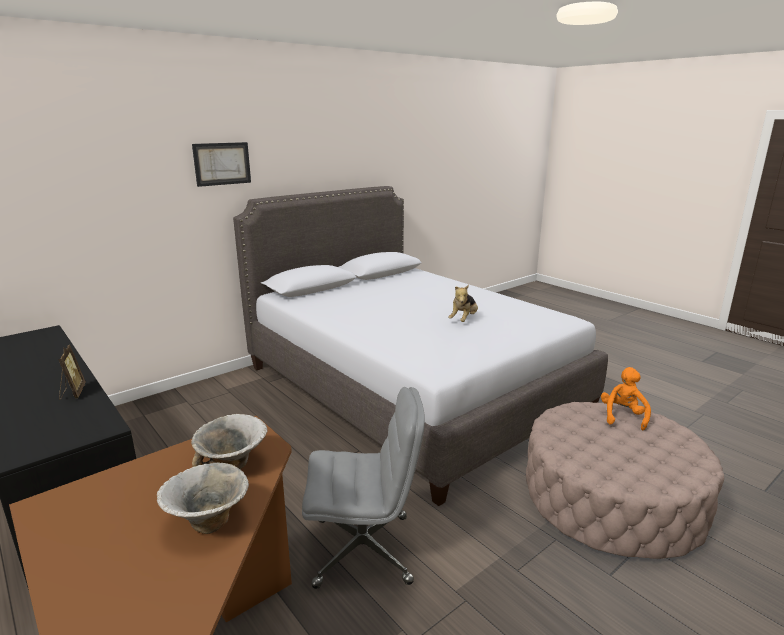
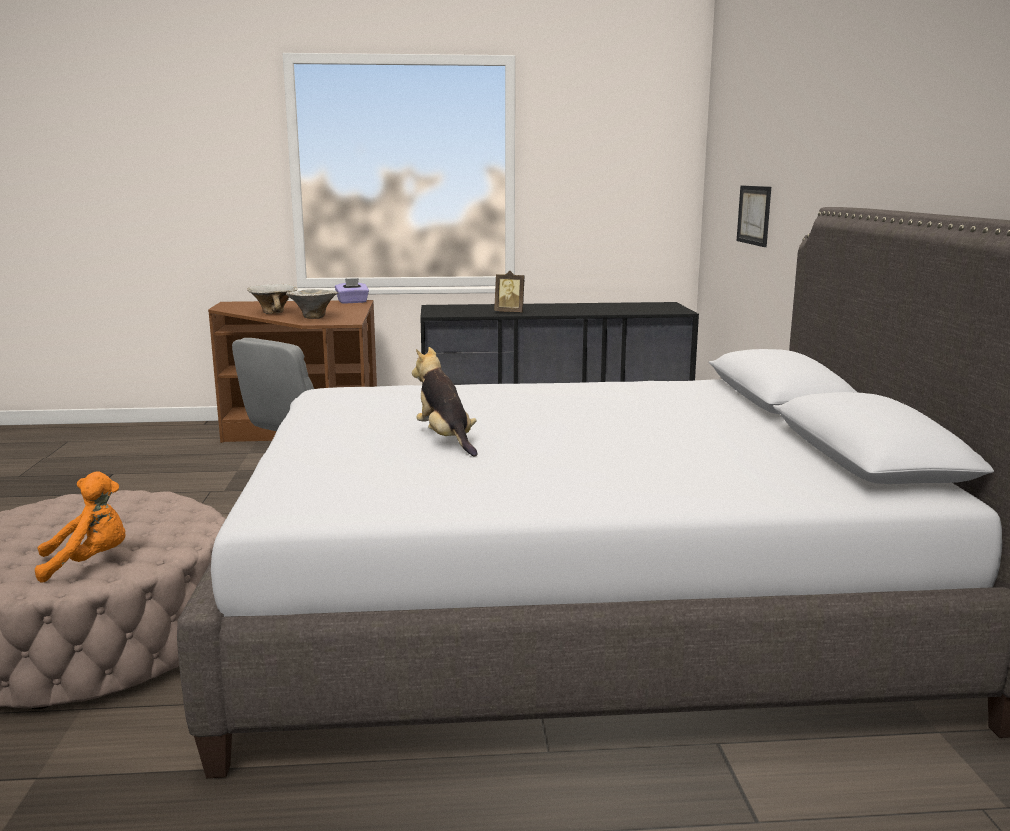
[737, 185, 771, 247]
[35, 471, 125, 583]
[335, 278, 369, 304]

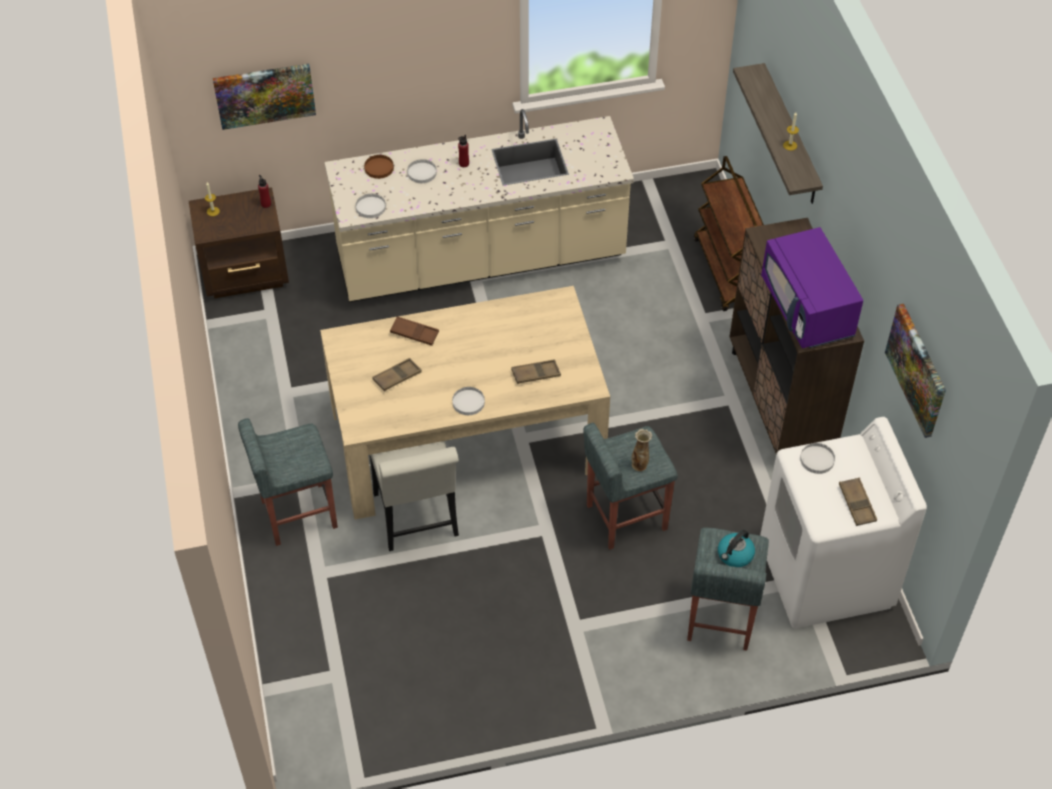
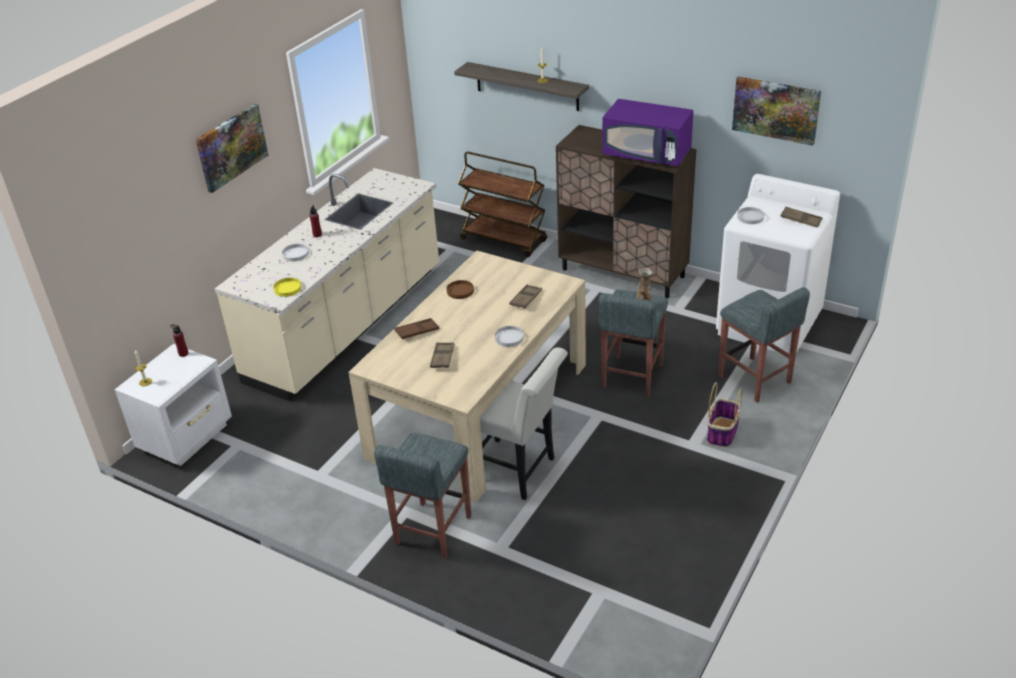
[196, 104, 268, 193]
[447, 280, 474, 299]
[115, 344, 232, 466]
[273, 278, 302, 297]
[718, 530, 755, 567] (first image)
[707, 382, 743, 447]

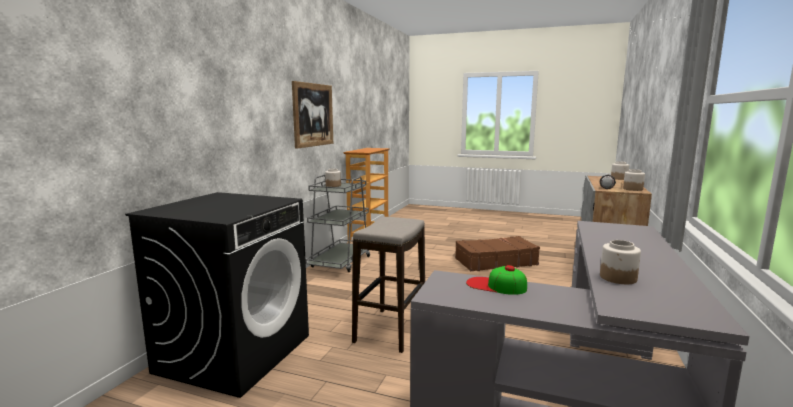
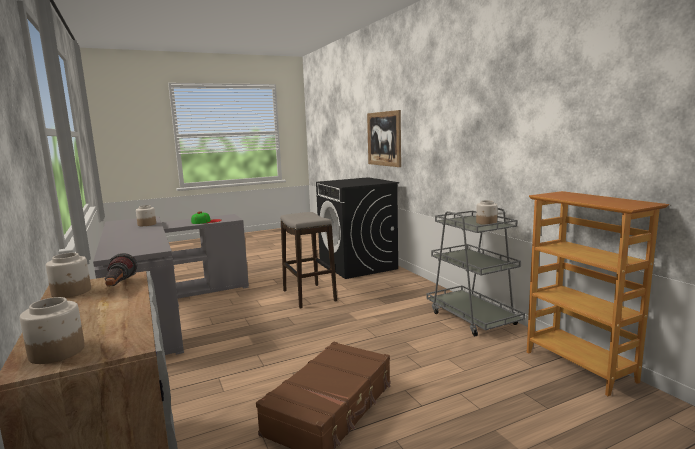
[367, 110, 401, 167]

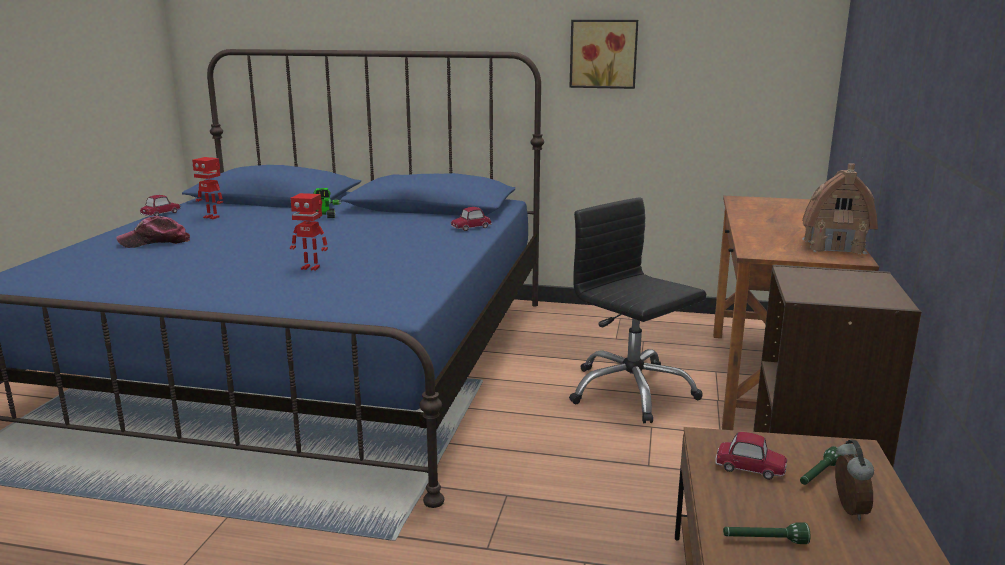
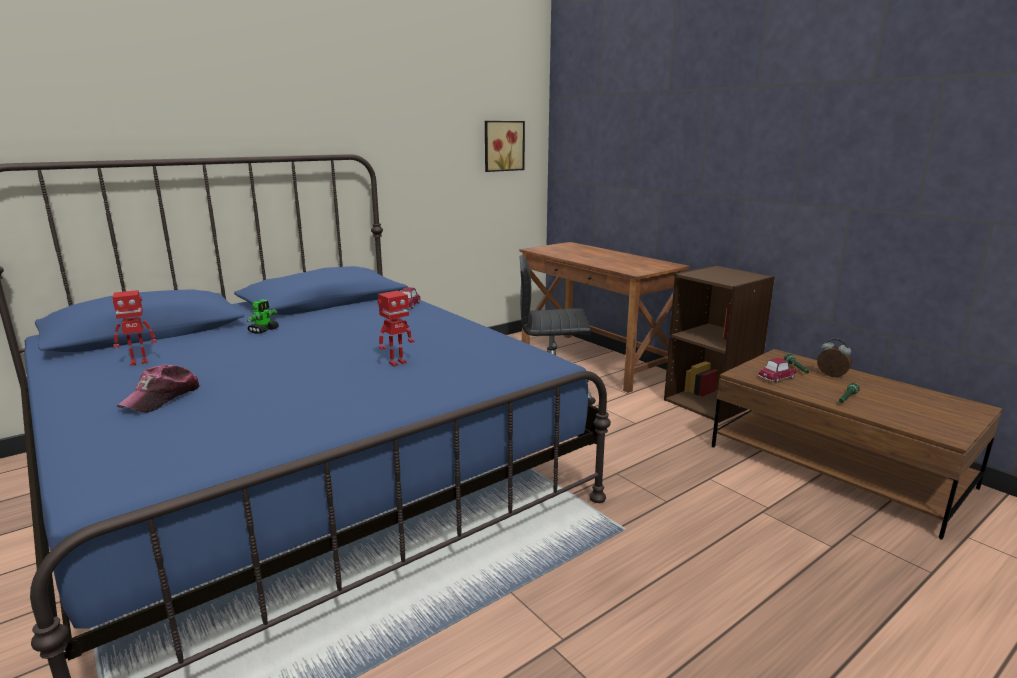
[485, 121, 525, 172]
[802, 163, 878, 254] (first image)
[140, 195, 180, 216] (first image)

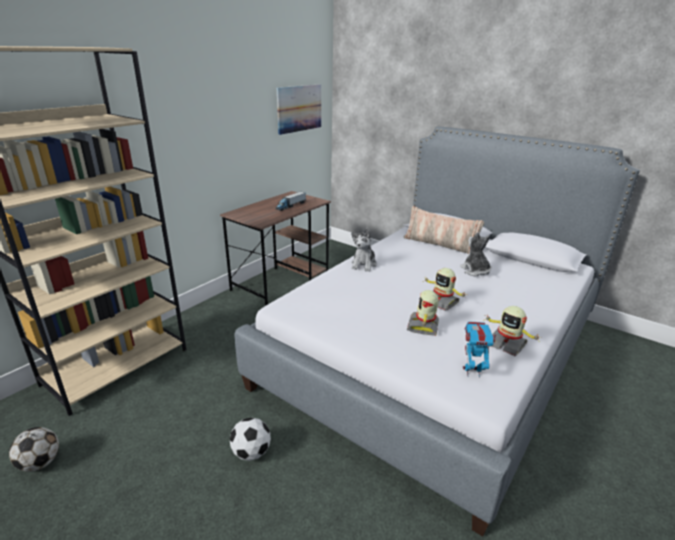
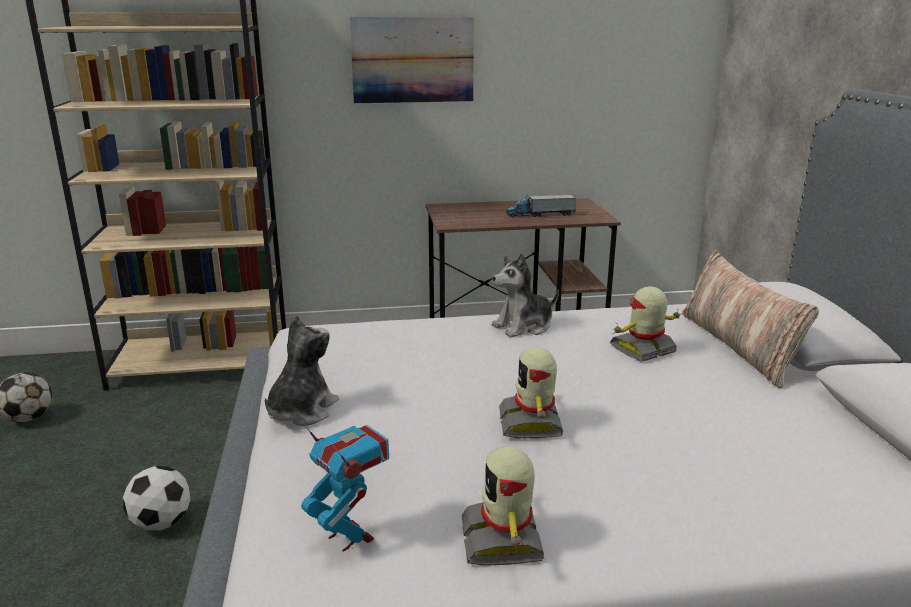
[350, 17, 474, 103]
[265, 314, 339, 426]
[610, 286, 683, 362]

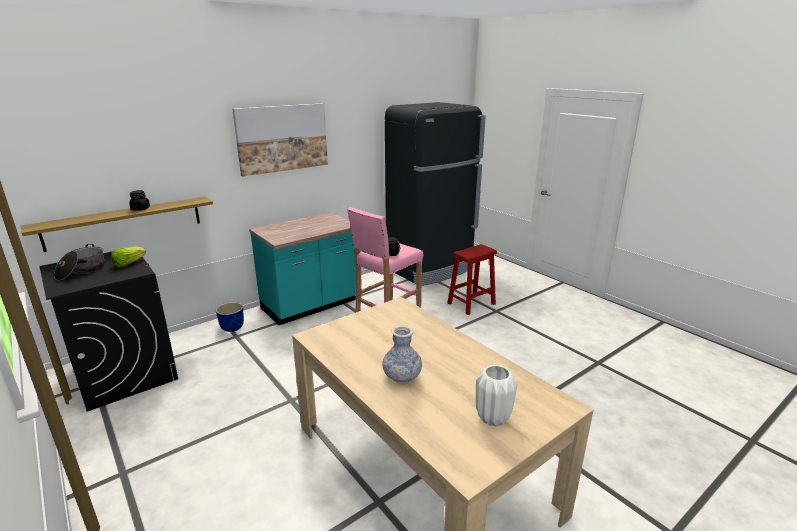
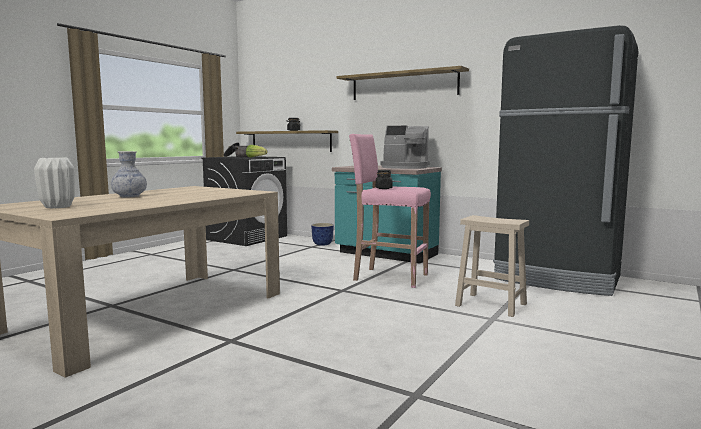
[337, 66, 469, 100]
[455, 215, 529, 317]
[380, 126, 430, 169]

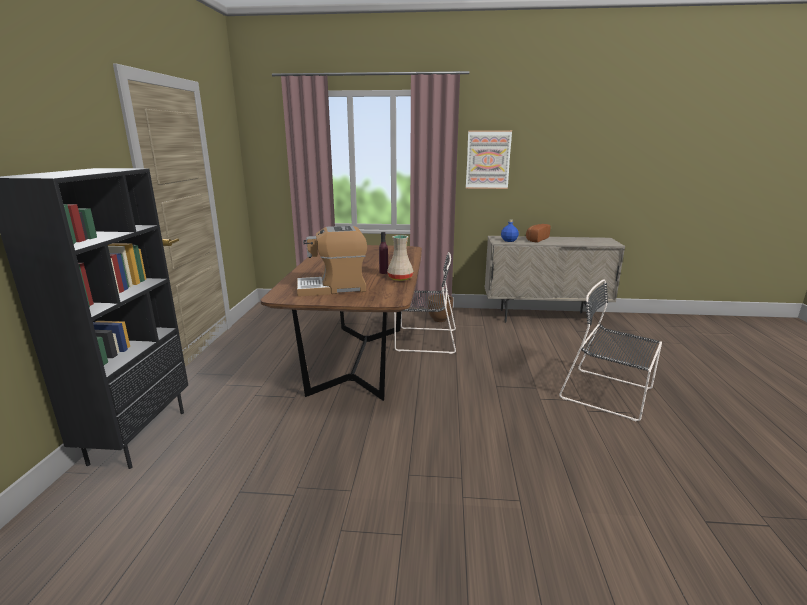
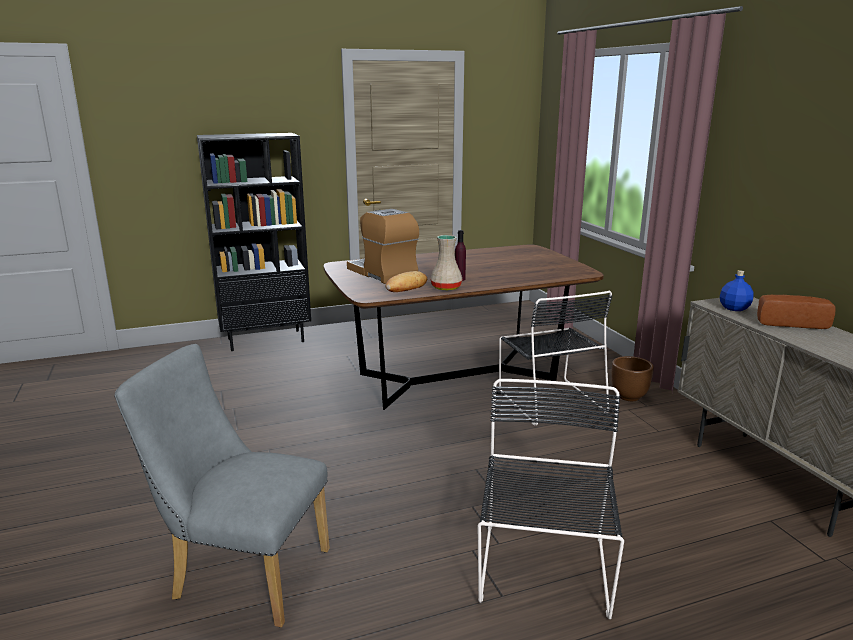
[466, 130, 512, 189] (first image)
[386, 271, 427, 292]
[114, 344, 330, 627]

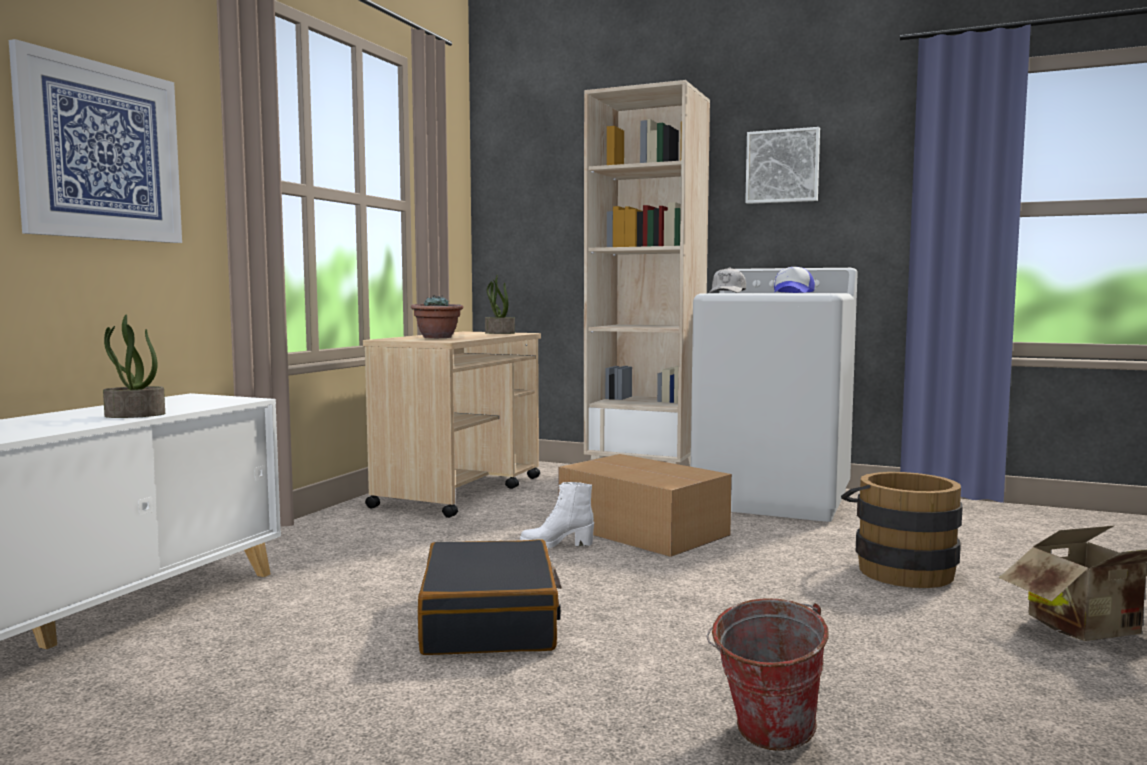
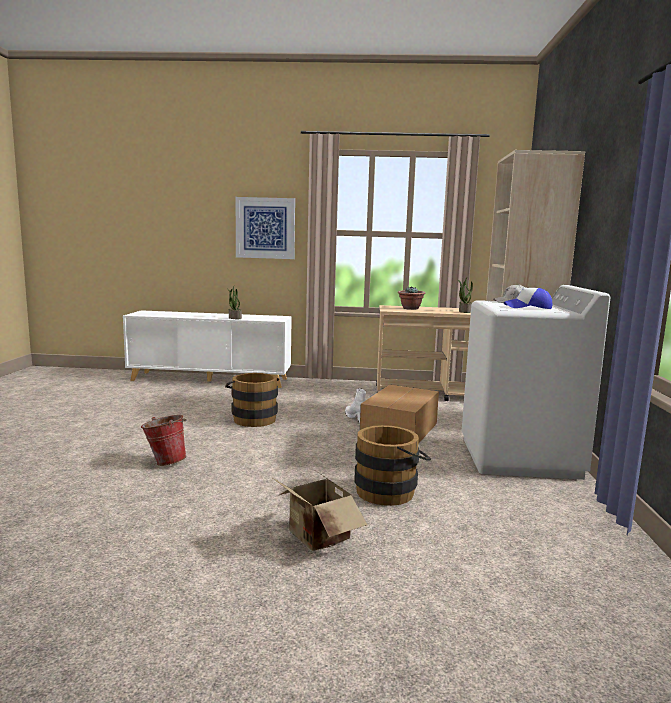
[745, 127, 820, 204] (first image)
[225, 373, 279, 427]

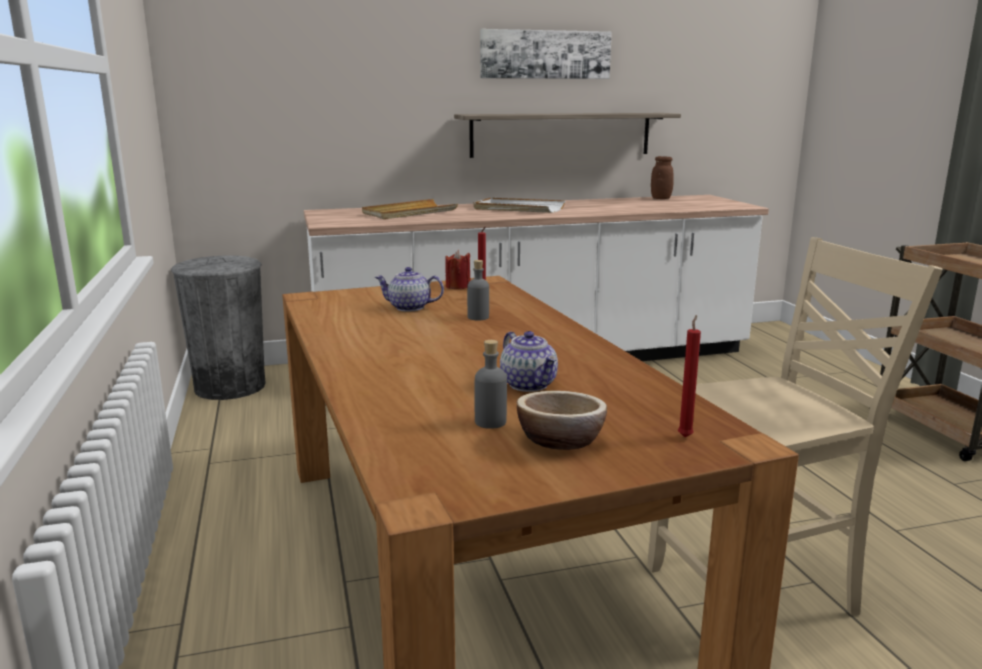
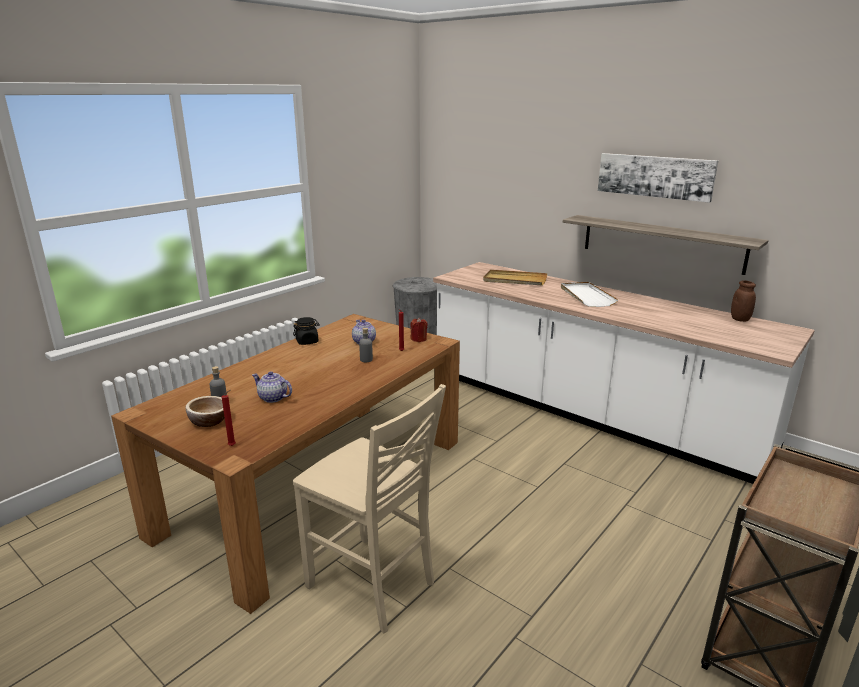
[252, 371, 292, 403]
[293, 317, 320, 345]

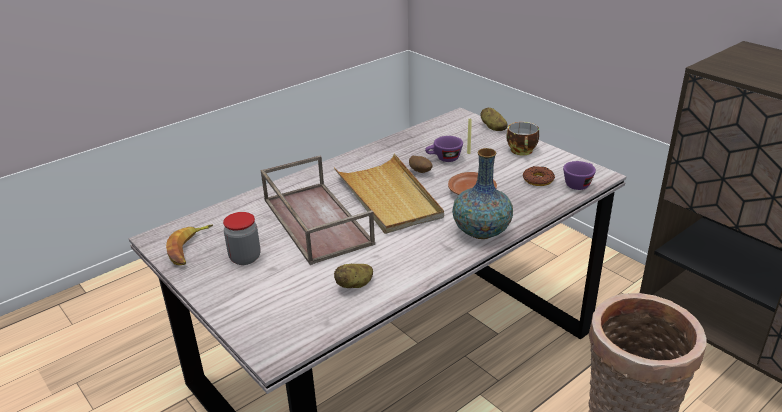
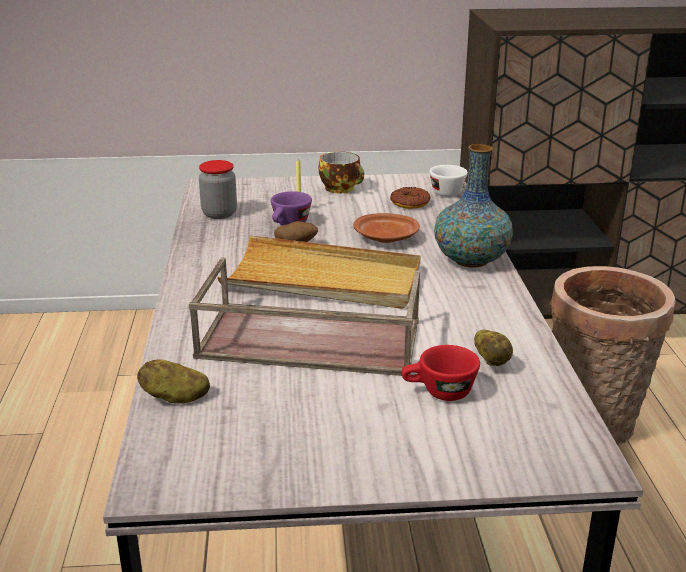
[137, 360, 210, 404]
[429, 165, 468, 197]
[199, 160, 237, 219]
[166, 225, 213, 265] (first image)
[401, 345, 480, 401]

